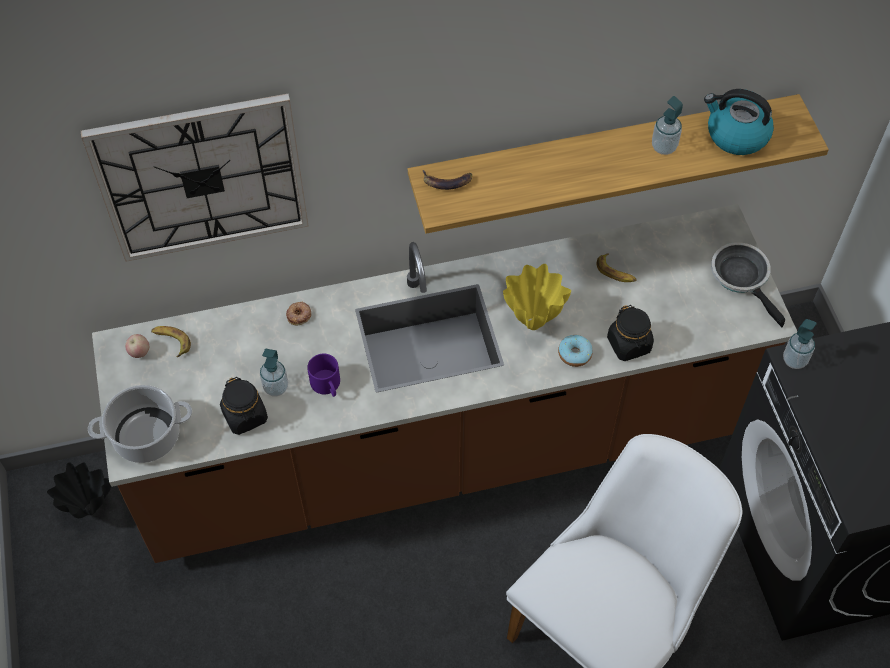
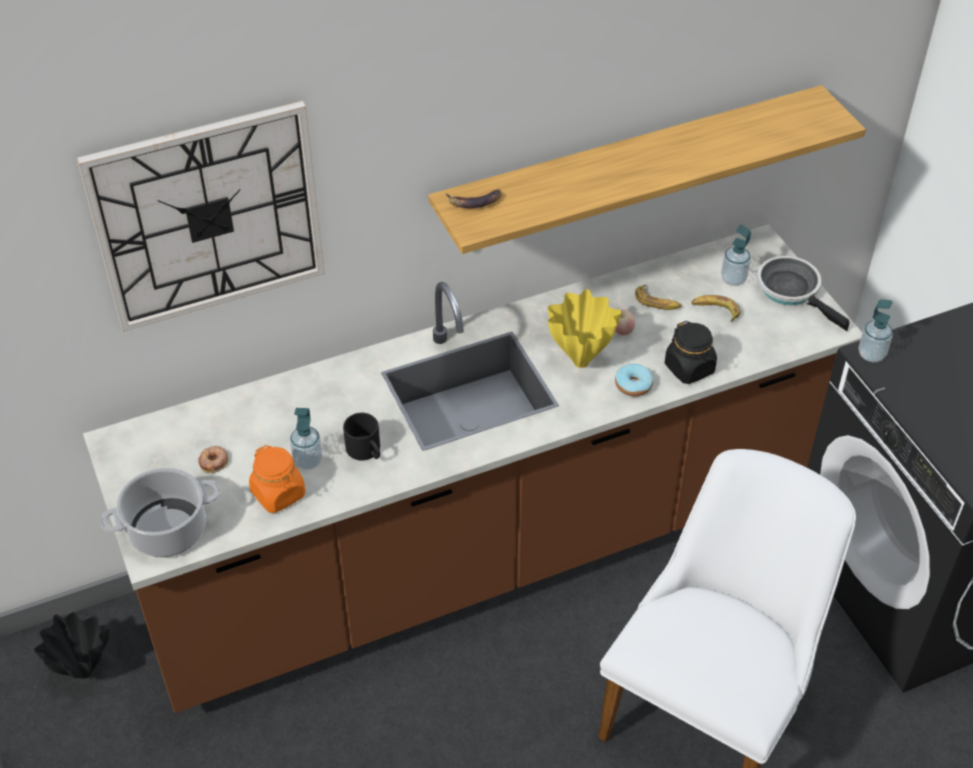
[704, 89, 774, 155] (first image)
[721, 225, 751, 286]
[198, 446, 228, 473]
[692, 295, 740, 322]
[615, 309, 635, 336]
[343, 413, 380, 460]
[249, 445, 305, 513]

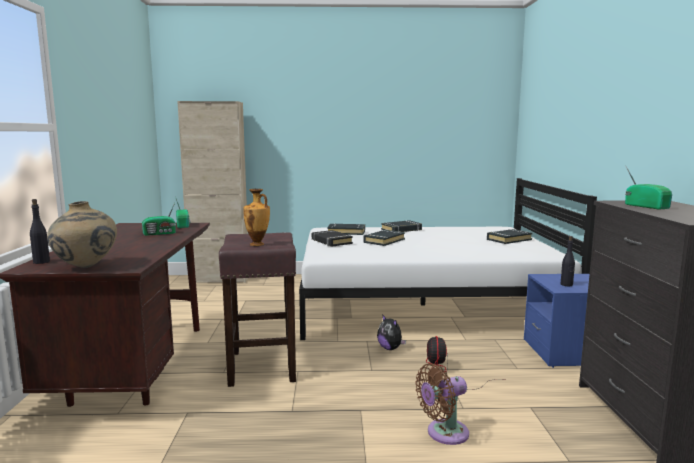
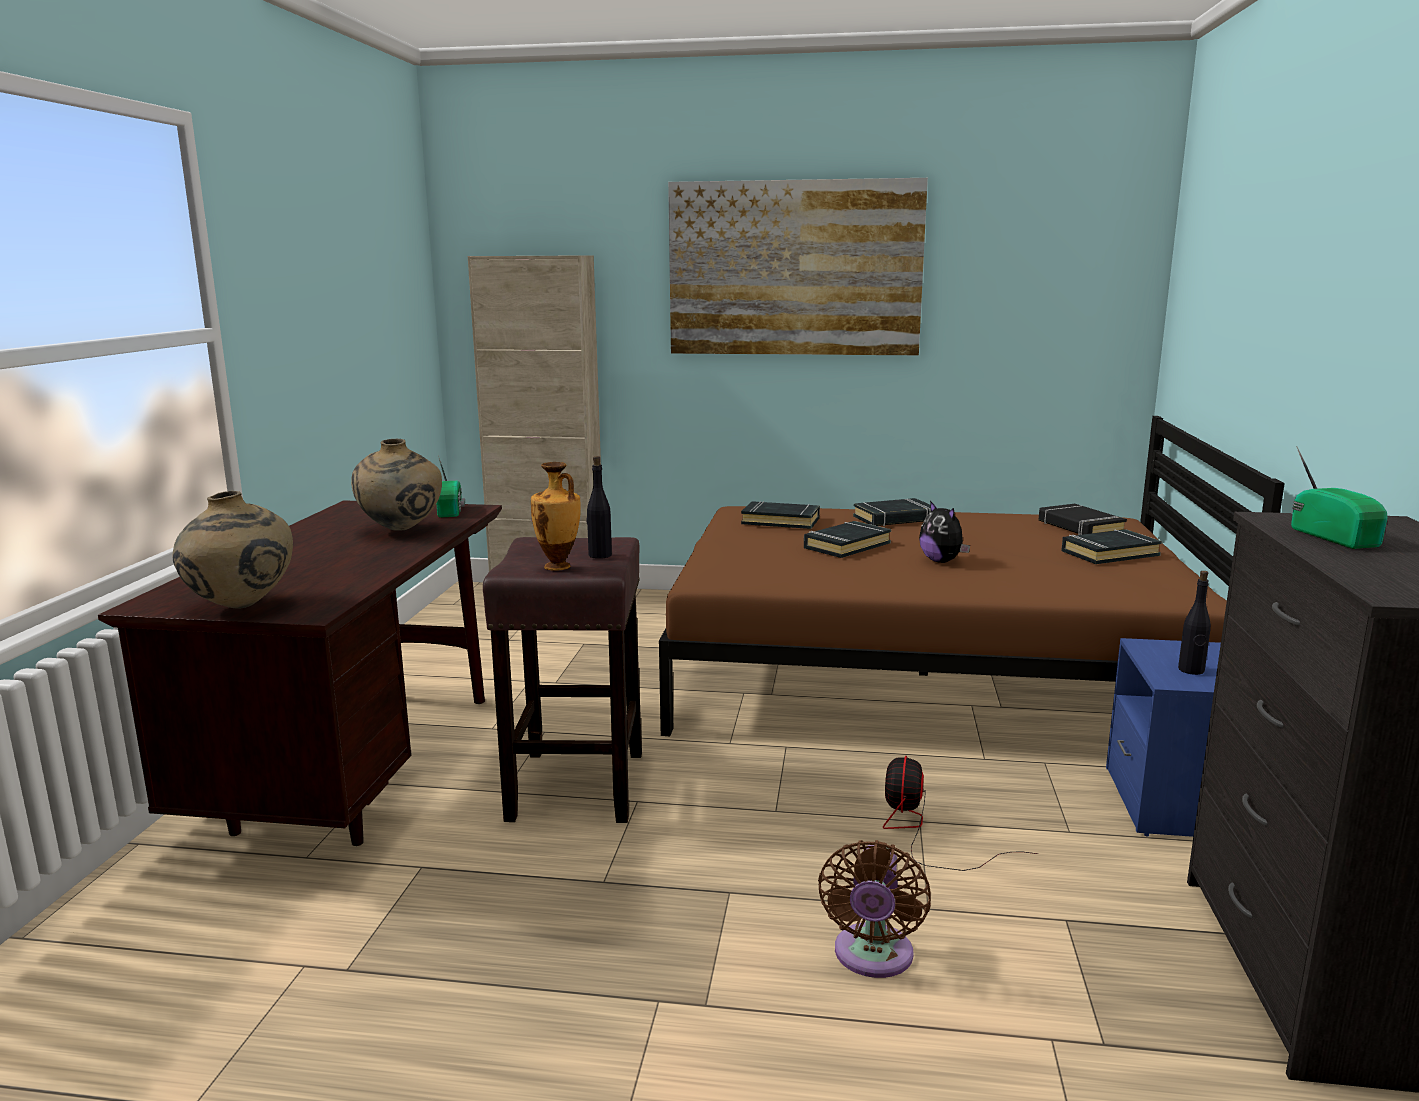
[659, 416, 1285, 736]
[586, 456, 612, 559]
[351, 439, 442, 531]
[1039, 504, 1127, 535]
[919, 501, 970, 563]
[818, 840, 931, 978]
[668, 178, 928, 355]

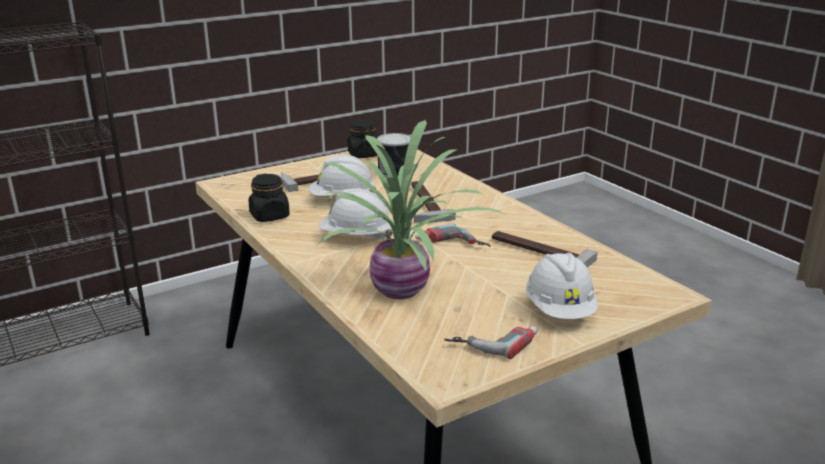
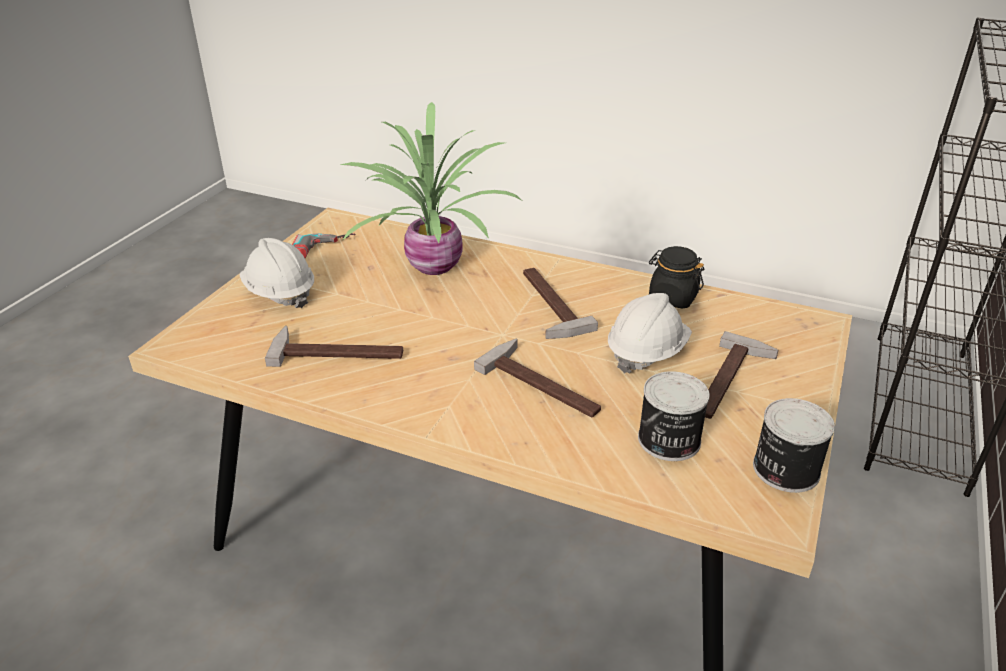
[753, 398, 835, 493]
[523, 268, 598, 339]
[415, 224, 491, 247] (first image)

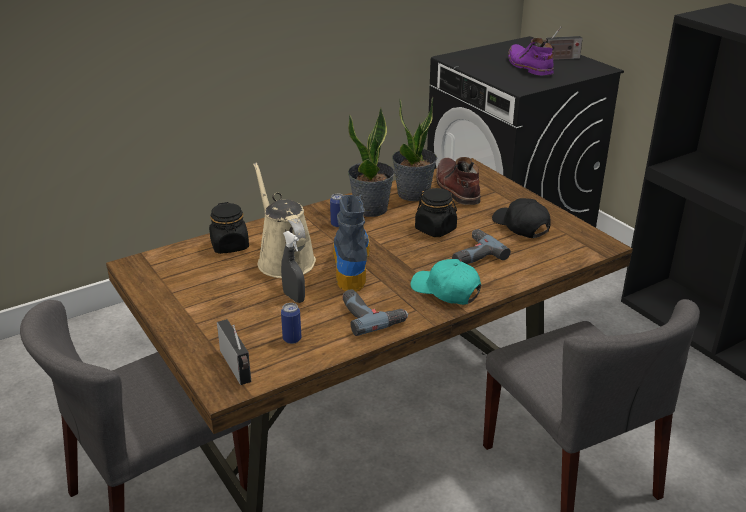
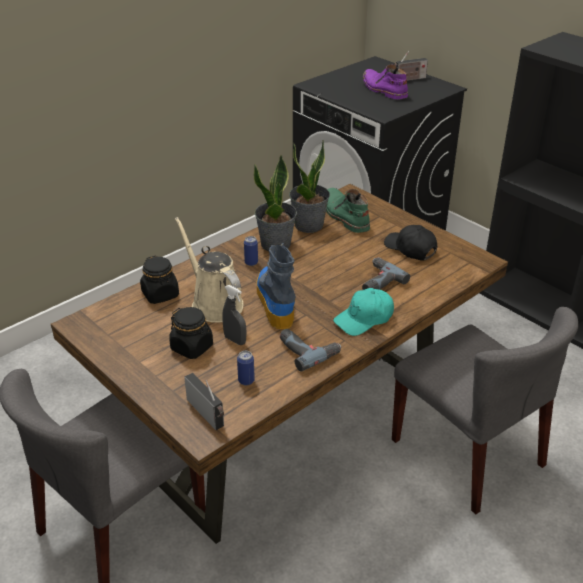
[326, 188, 370, 233]
[169, 307, 213, 359]
[333, 288, 394, 336]

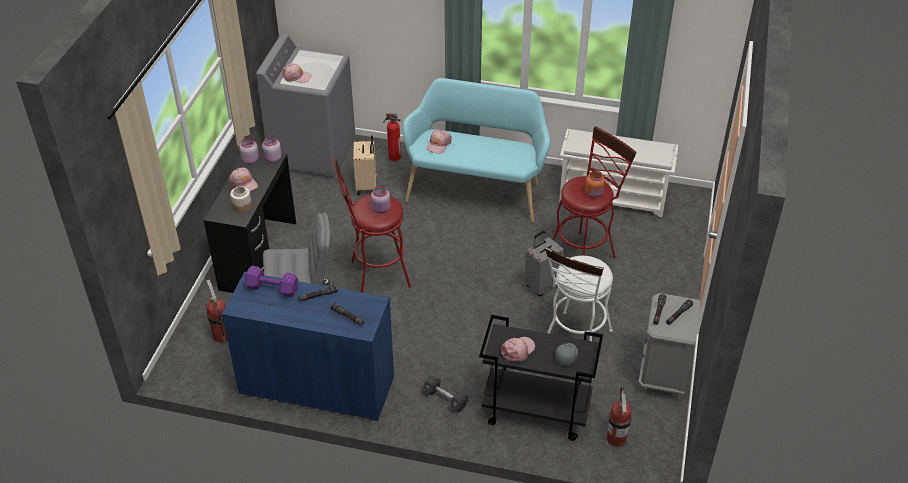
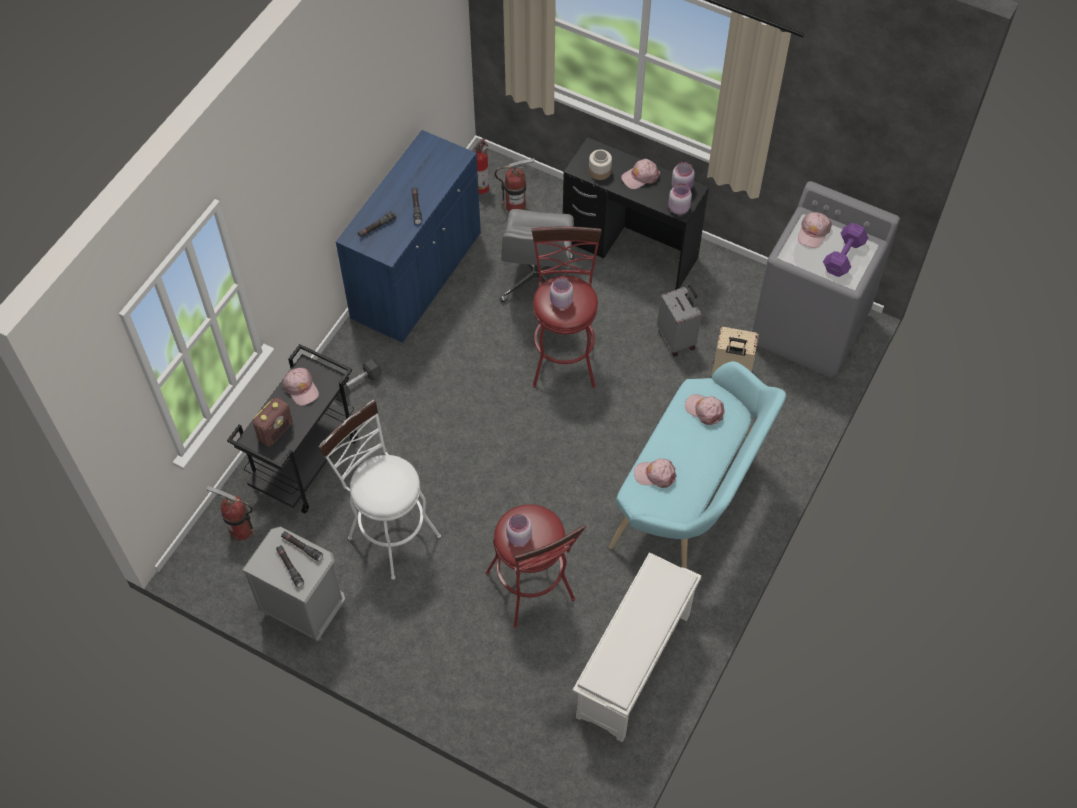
[473, 138, 489, 194]
[506, 514, 532, 546]
[657, 285, 701, 357]
[823, 223, 868, 277]
[253, 398, 293, 446]
[634, 459, 677, 488]

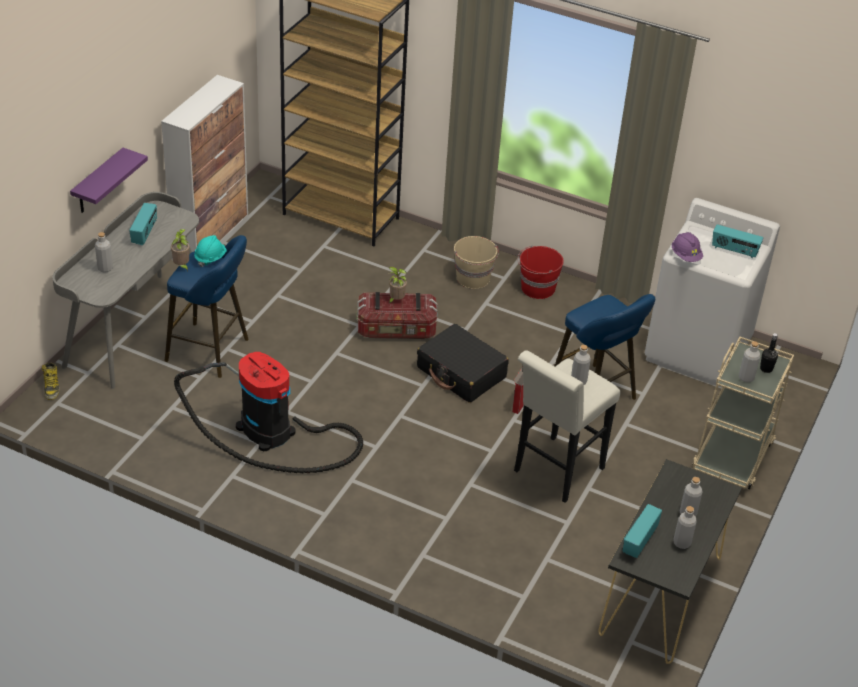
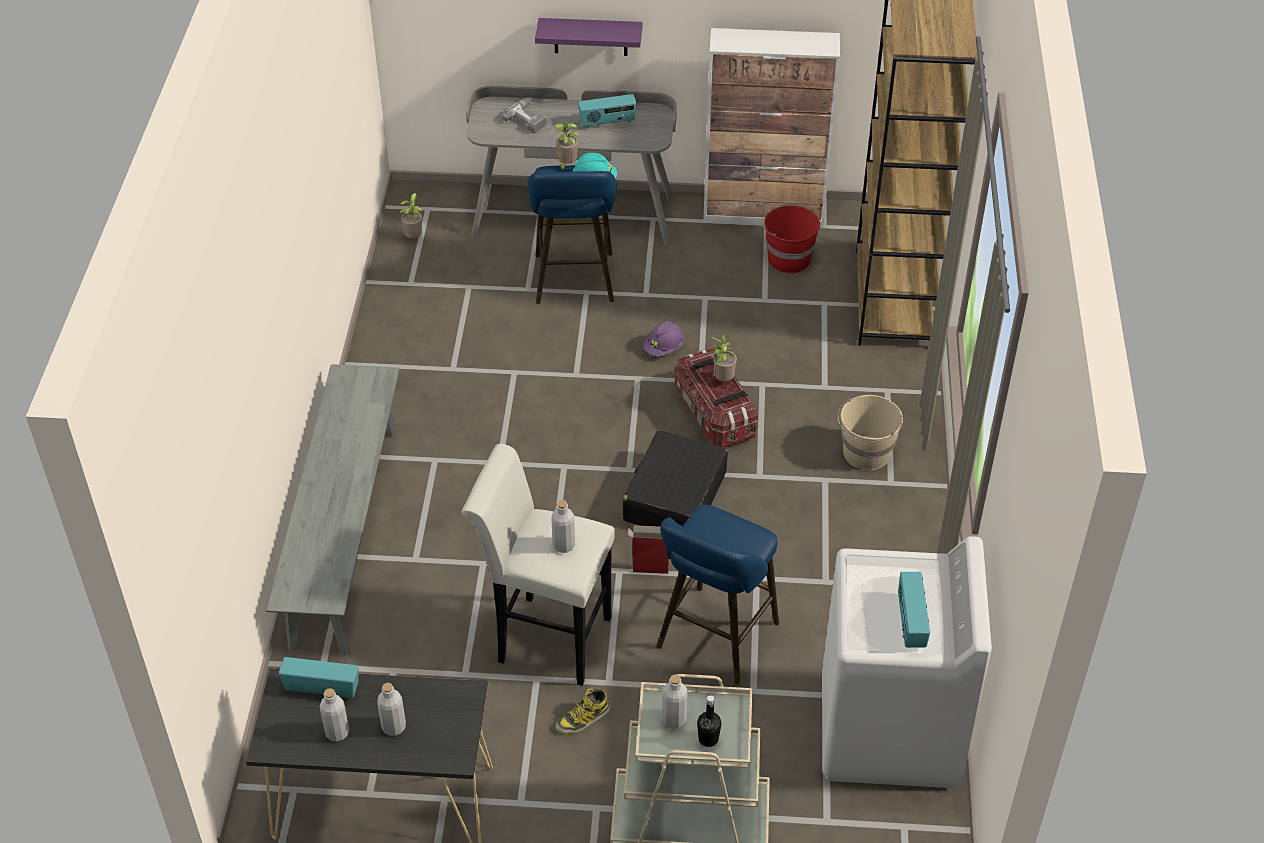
[501, 97, 547, 134]
[643, 321, 684, 357]
[762, 204, 820, 273]
[174, 352, 363, 473] (first image)
[556, 687, 610, 734]
[400, 193, 422, 238]
[266, 364, 399, 657]

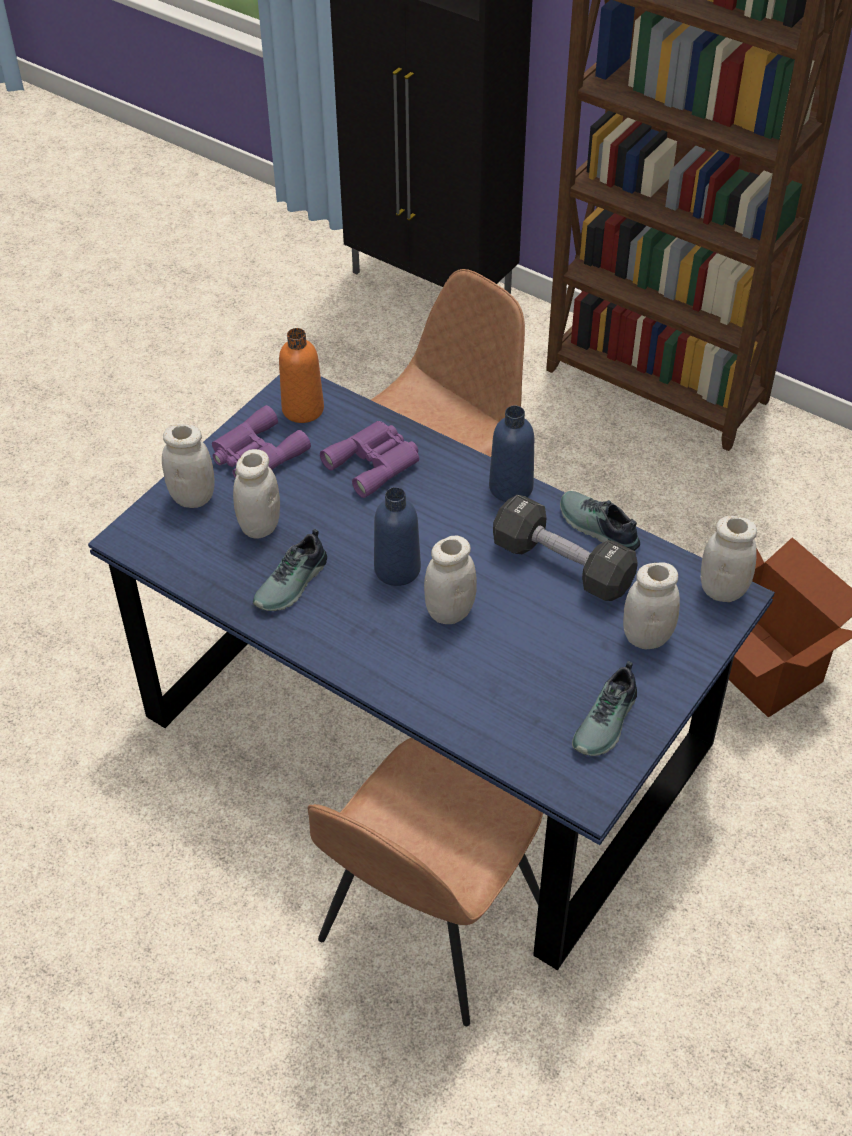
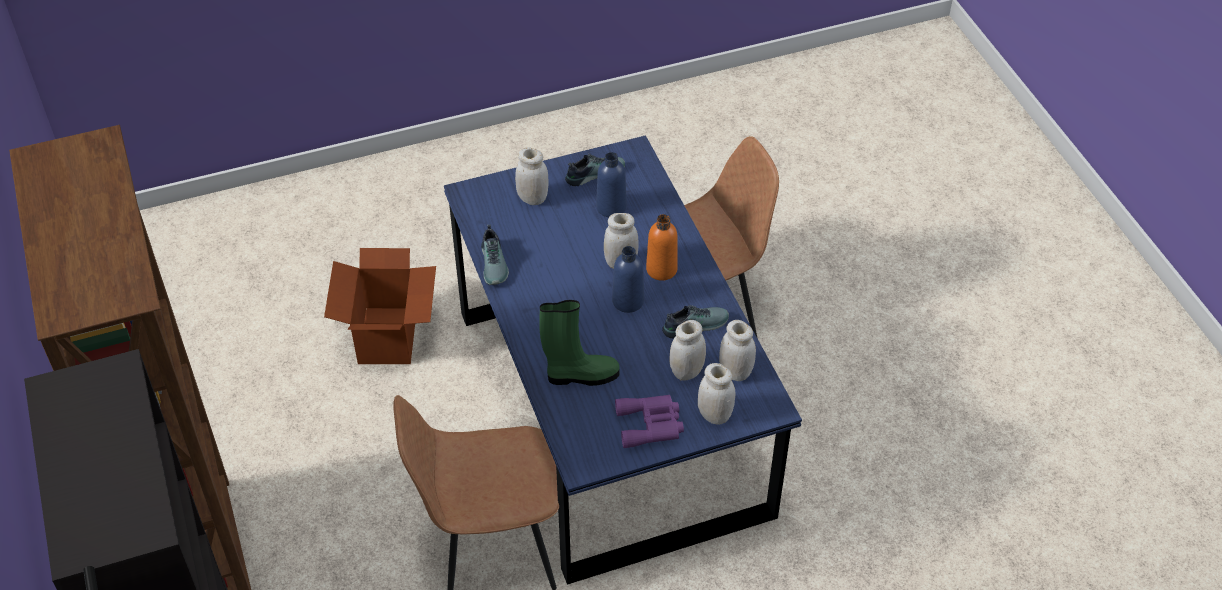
[646, 214, 678, 281]
[596, 152, 627, 217]
[539, 300, 620, 386]
[493, 495, 638, 601] (first image)
[719, 320, 756, 381]

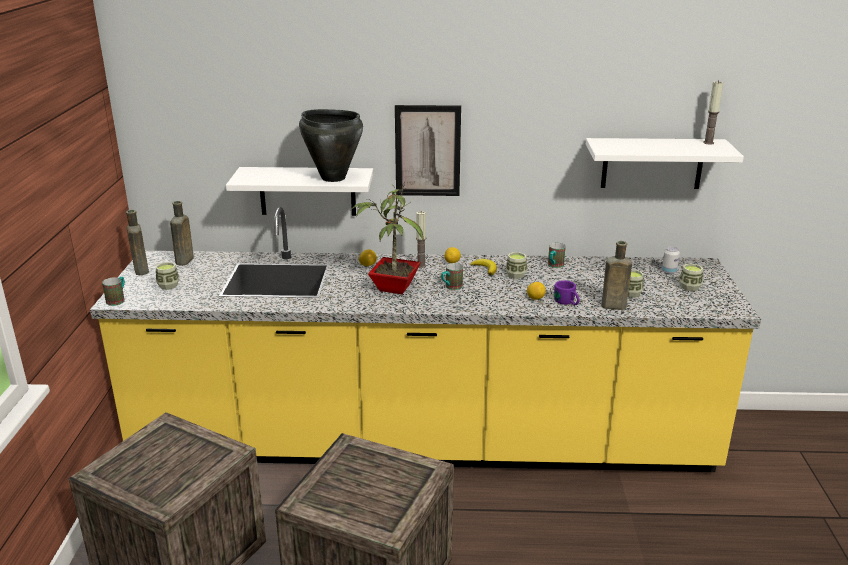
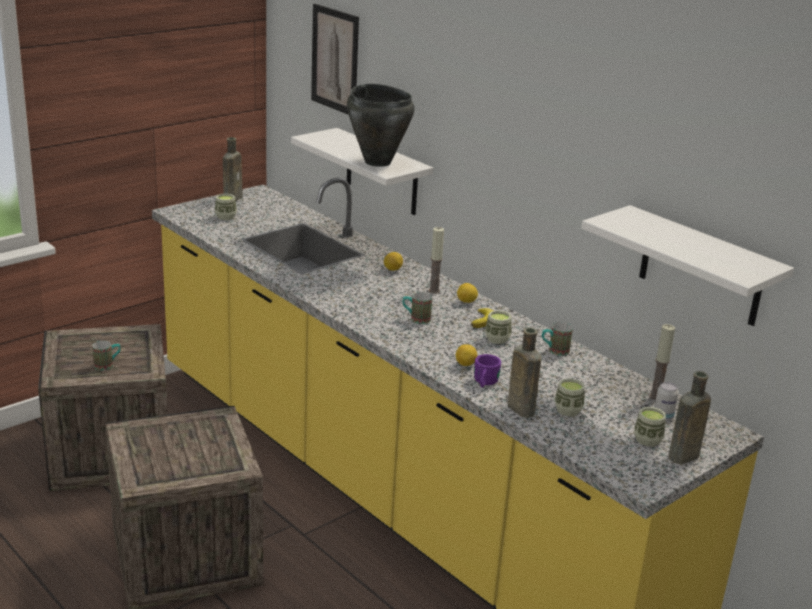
[649, 324, 675, 400]
[311, 4, 359, 115]
[351, 182, 424, 294] (first image)
[669, 371, 711, 464]
[92, 341, 121, 370]

